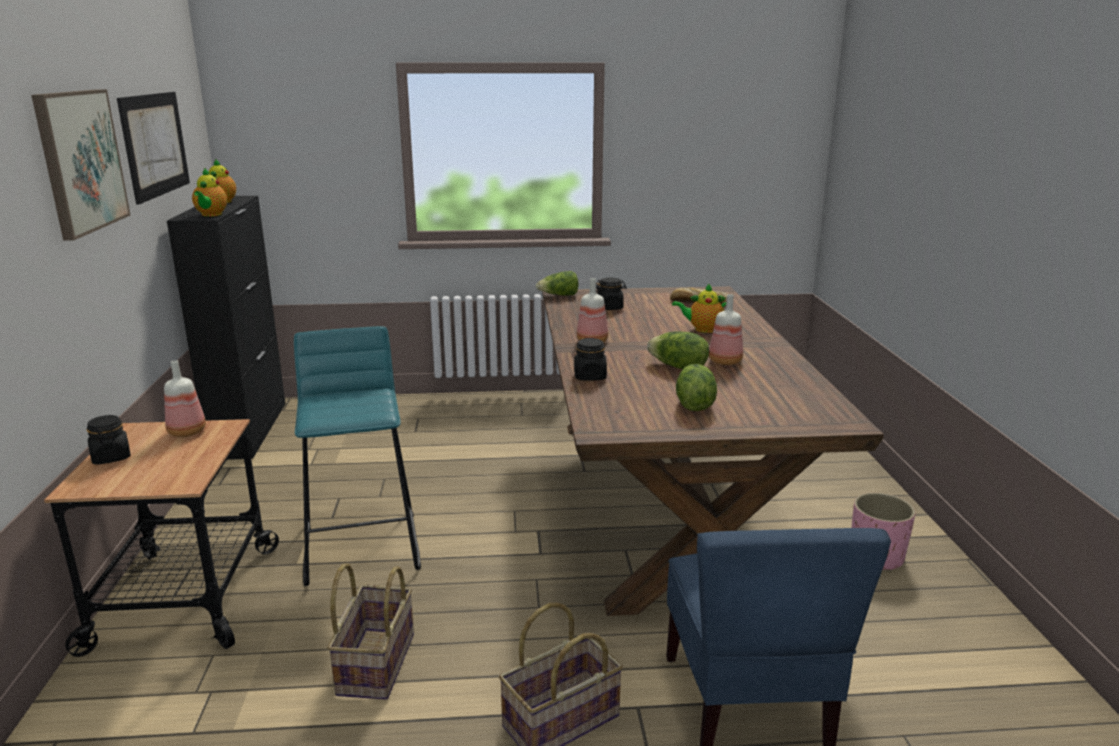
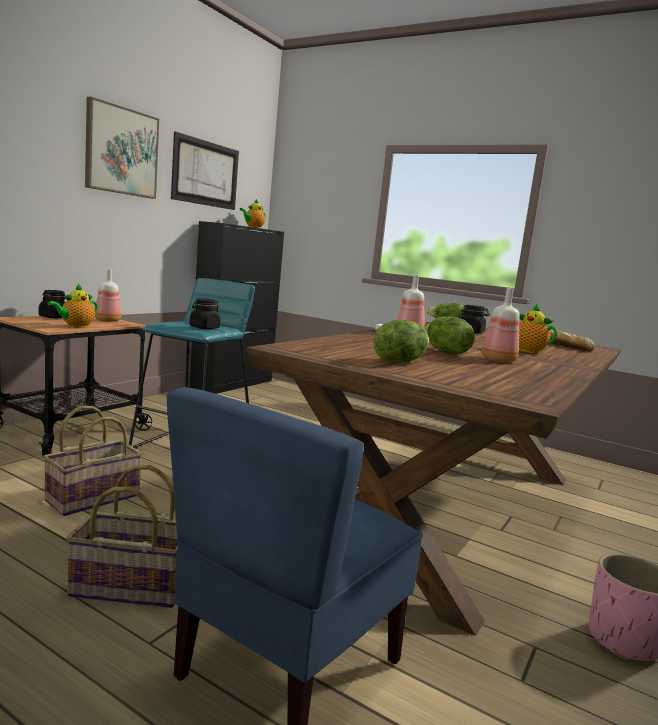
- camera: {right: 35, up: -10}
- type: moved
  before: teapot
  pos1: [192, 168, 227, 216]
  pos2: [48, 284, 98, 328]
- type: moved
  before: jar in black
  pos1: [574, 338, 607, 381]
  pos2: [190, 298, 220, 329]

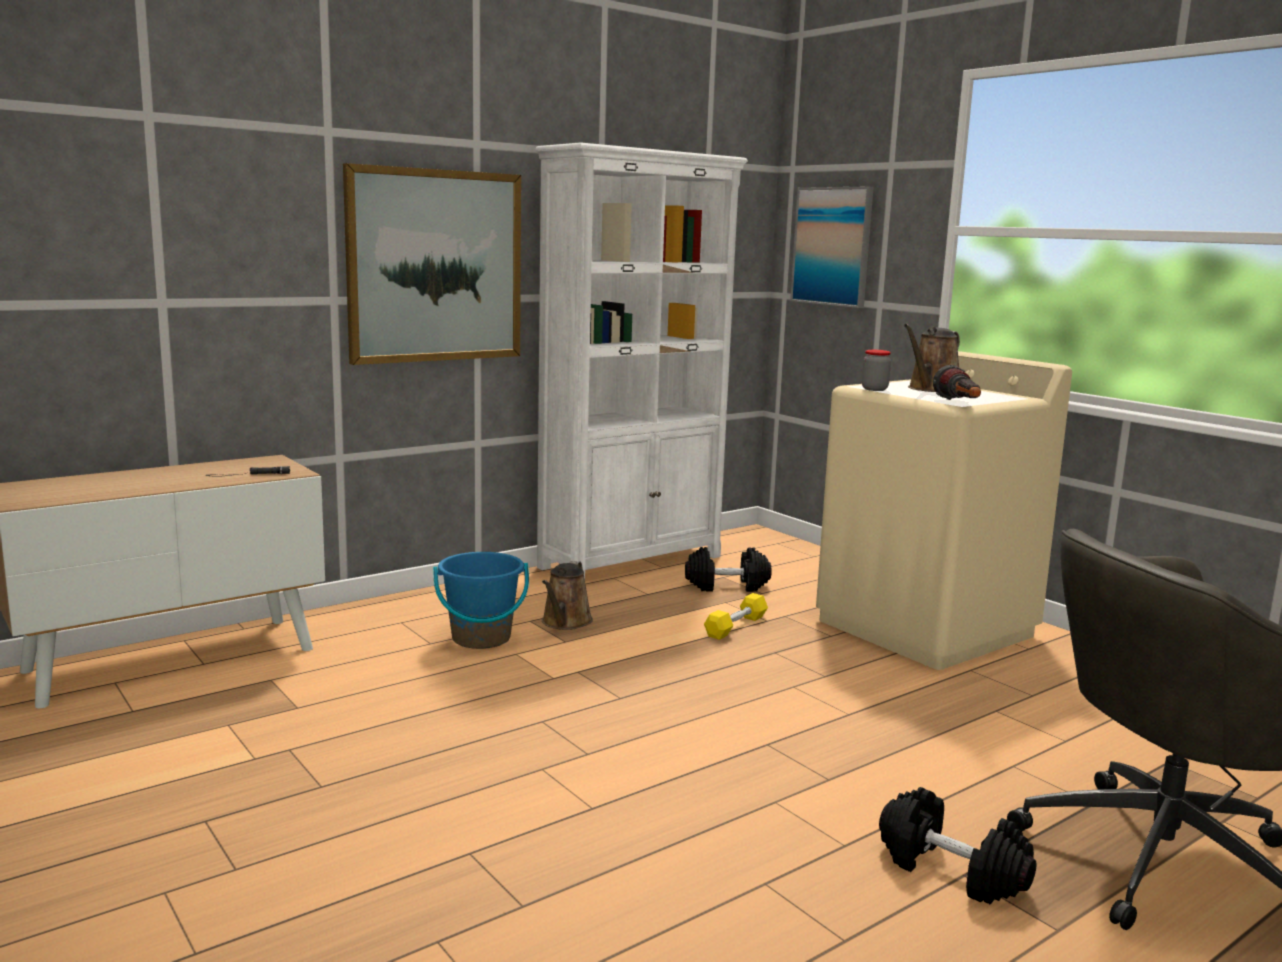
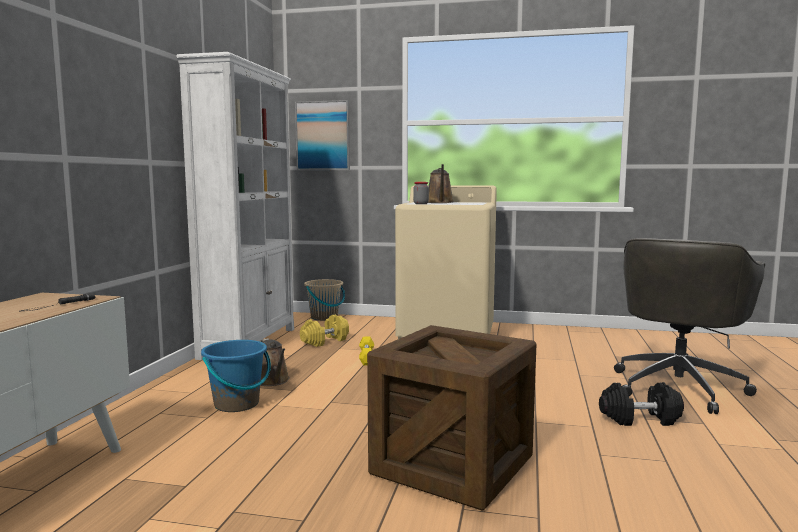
- camera: {right: -40, up: -5}
- type: removed
  before: picture
  pos1: [343, 163, 521, 365]
- type: recoloured
  before: dumbbell in black
  after: dumbbell in yellow
  pos1: [685, 547, 772, 592]
  pos2: [300, 314, 349, 347]
- type: removed
  before: flashlight
  pos1: [933, 365, 981, 400]
- type: added
  after: bucket in beige
  pos2: [304, 279, 345, 321]
- type: added
  after: crate
  pos2: [367, 325, 536, 511]

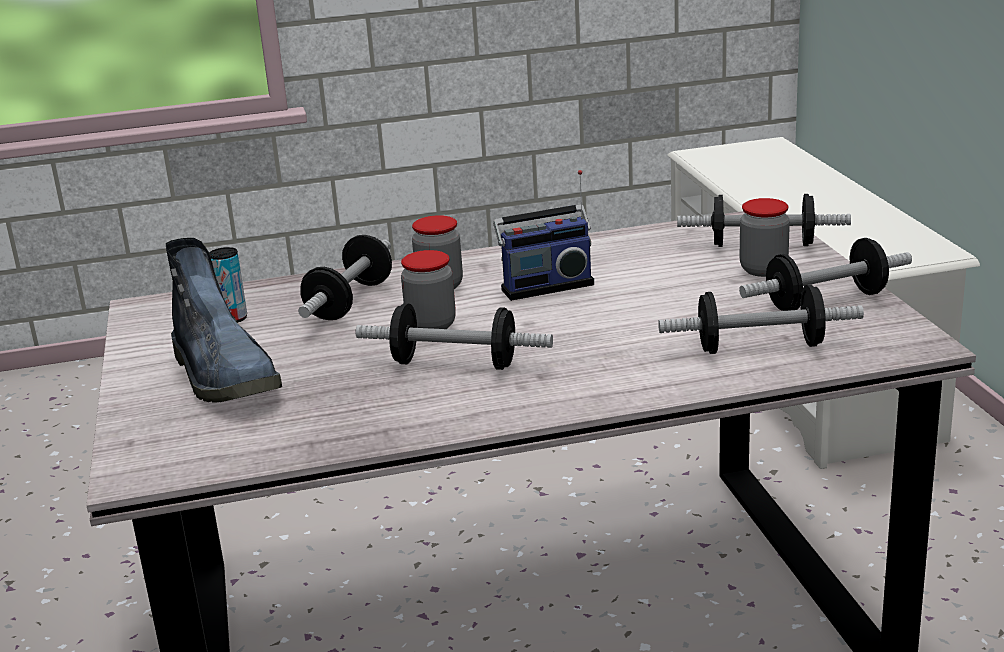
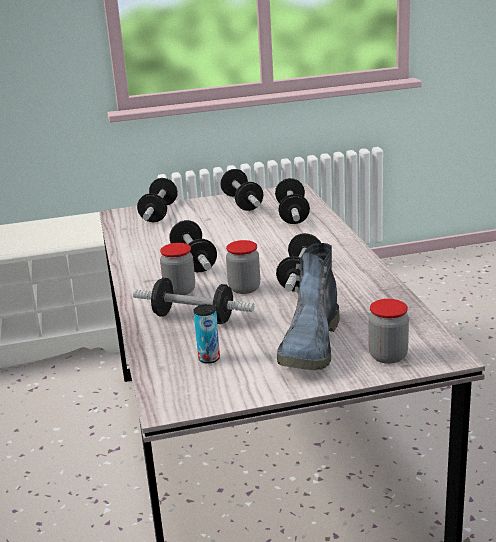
- camera: {right: -90, up: 0}
- type: turned
  before: boot
  pos1: [166, 238, 282, 403]
  pos2: [277, 243, 340, 370]
  turn: 135
- type: replaced
  before: radio
  after: dumbbell
  pos1: [493, 170, 594, 301]
  pos2: [169, 220, 217, 272]
- type: moved
  before: jar
  pos1: [740, 198, 790, 277]
  pos2: [368, 299, 409, 364]

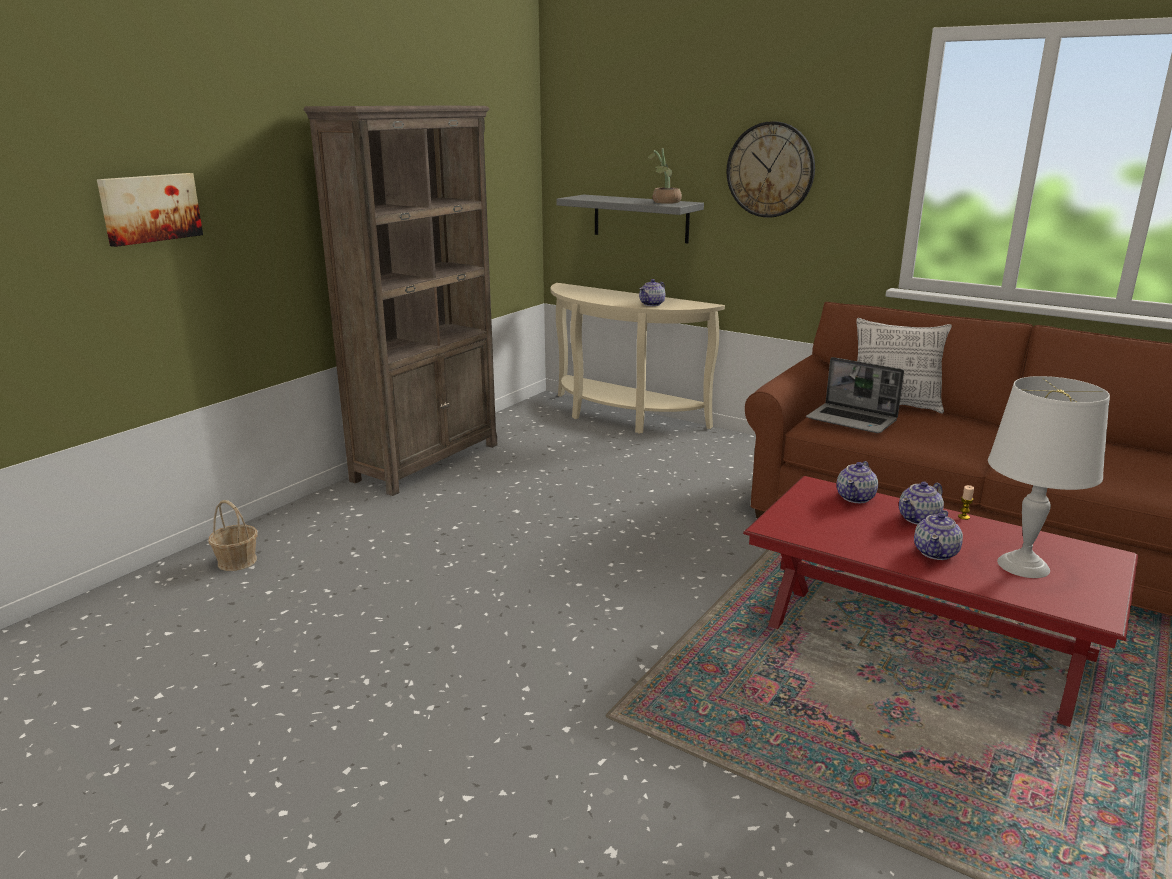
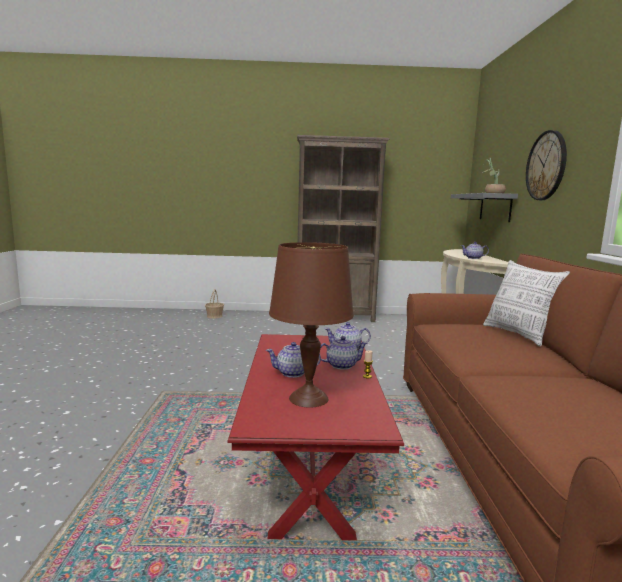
- camera: {right: 55, up: -10}
- type: removed
  before: picture
  pos1: [97, 173, 203, 247]
- type: removed
  before: laptop
  pos1: [806, 357, 904, 433]
- type: turned
  before: teapot
  pos1: [899, 482, 944, 525]
  pos2: [320, 336, 367, 370]
  turn: 150
- type: recoloured
  before: table lamp in white
  after: table lamp in brown
  pos1: [988, 376, 1110, 578]
  pos2: [269, 242, 354, 408]

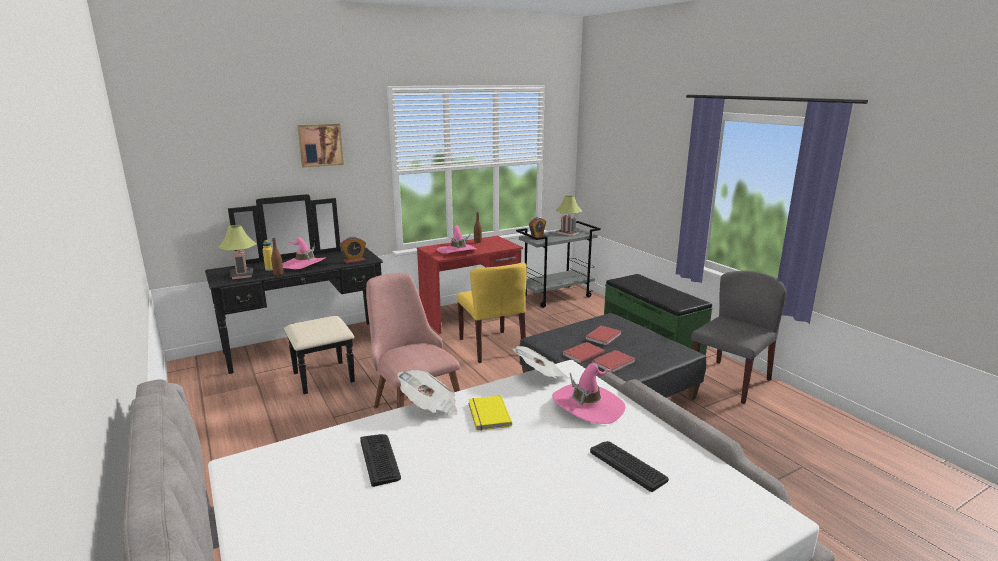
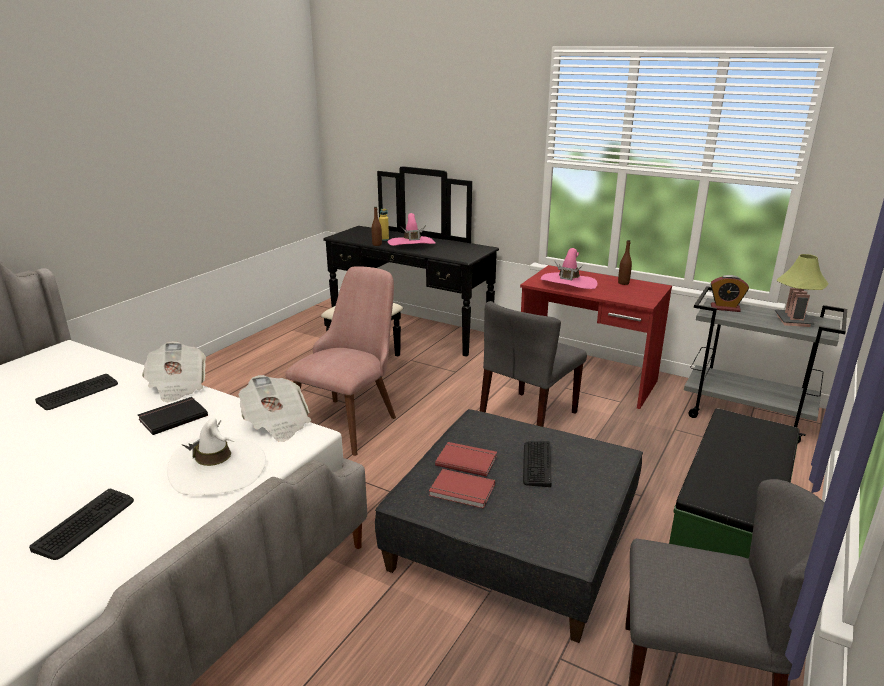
- camera: {right: 60, up: 5}
- type: removed
  before: table lamp
  pos1: [218, 225, 257, 279]
- type: removed
  before: picture
  pos1: [297, 123, 344, 168]
- type: removed
  before: alarm clock
  pos1: [340, 237, 366, 264]
- type: recoloured
  before: chair in yellow
  after: chair in grey
  pos1: [457, 262, 527, 363]
  pos2: [480, 301, 587, 427]
- type: recoloured
  before: book in yellow
  after: book in black
  pos1: [468, 395, 512, 431]
  pos2: [138, 397, 208, 435]
- type: recoloured
  before: hat in pink
  after: hat in white
  pos1: [552, 363, 625, 424]
  pos2: [167, 418, 266, 495]
- type: replaced
  before: book in red
  after: keyboard
  pos1: [585, 326, 622, 346]
  pos2: [523, 441, 552, 487]

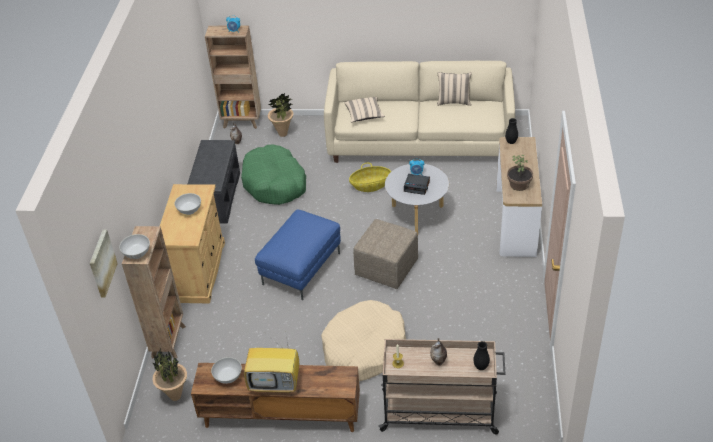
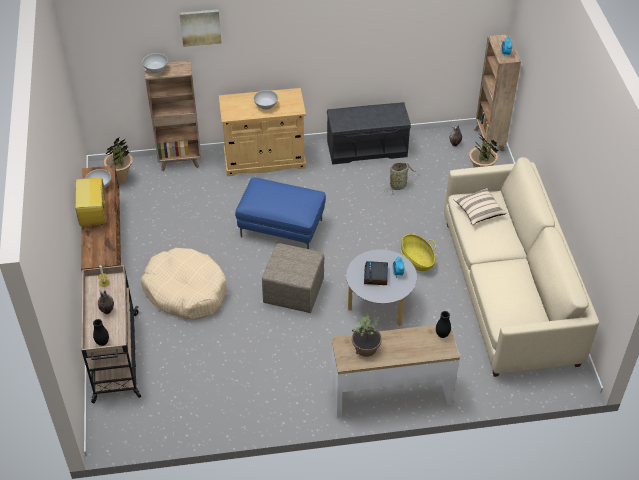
- camera: {right: 75, up: 5}
- type: moved
  before: picture
  pos1: [89, 230, 118, 298]
  pos2: [179, 9, 221, 47]
- type: replaced
  before: dog bed in green
  after: basket
  pos1: [241, 144, 306, 205]
  pos2: [384, 162, 418, 195]
- type: removed
  before: pillow in beige
  pos1: [437, 72, 472, 106]

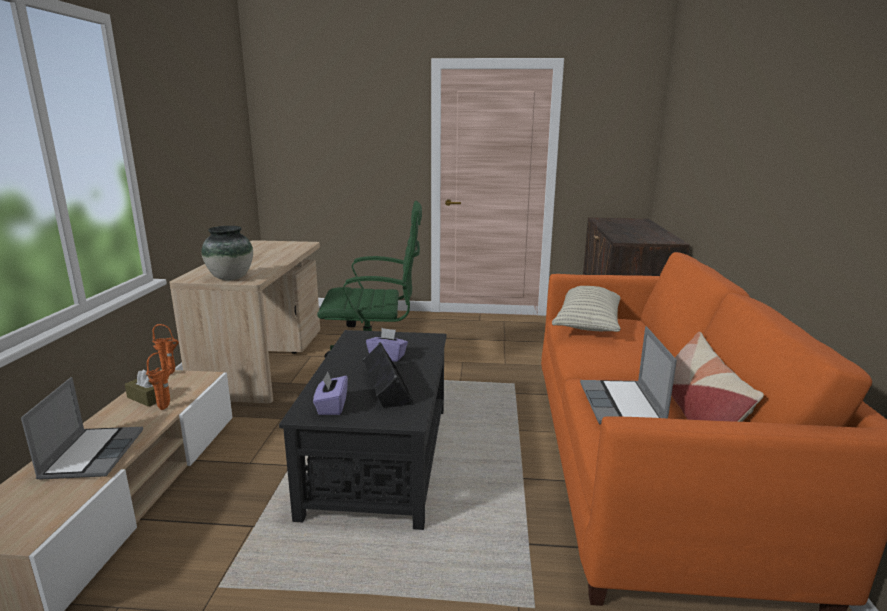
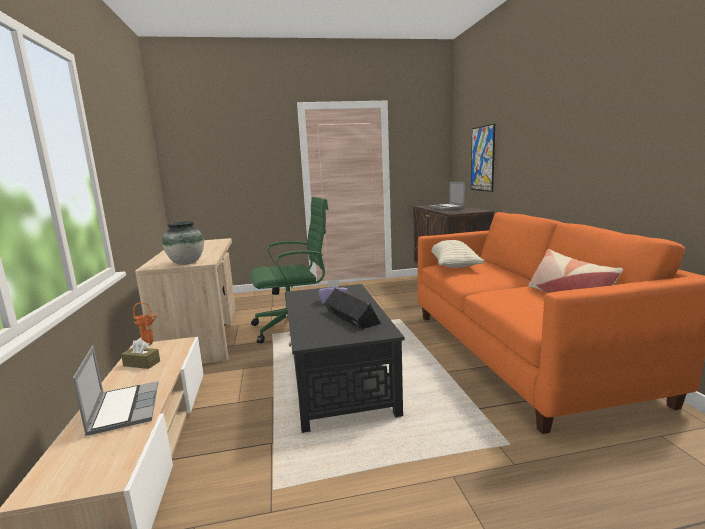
- camera: {right: -15, up: -5}
- type: removed
  before: vase in orange
  pos1: [146, 352, 173, 410]
- type: removed
  before: tissue box in purple
  pos1: [313, 371, 348, 415]
- type: moved
  before: laptop
  pos1: [580, 326, 677, 424]
  pos2: [429, 182, 465, 210]
- type: added
  after: picture
  pos2: [471, 124, 495, 192]

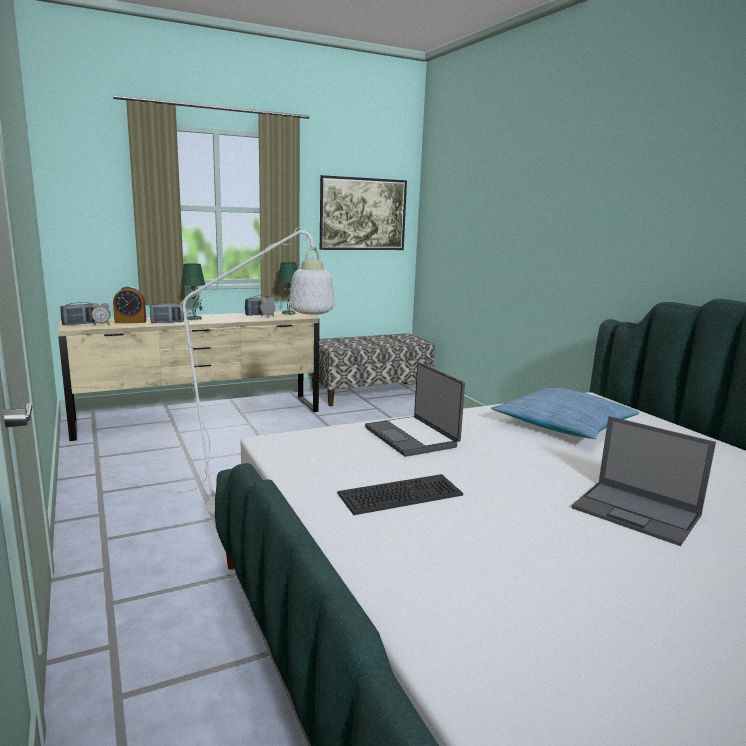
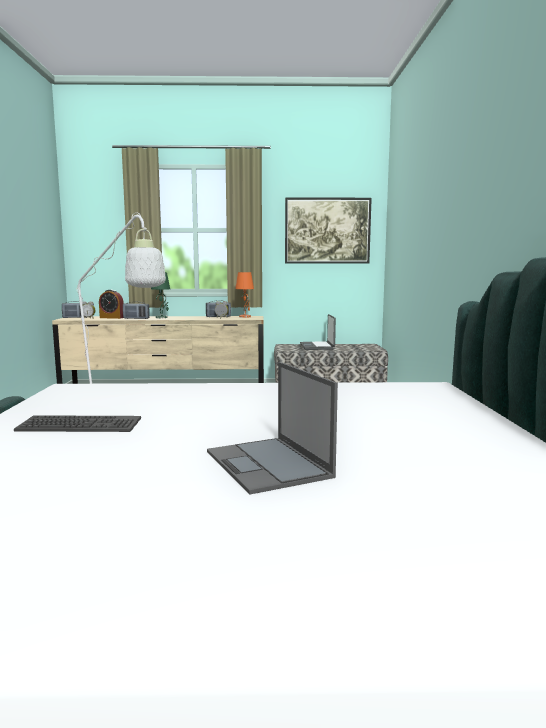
- camera: {right: 25, up: -5}
- type: recoloured
  before: table lamp in green
  after: table lamp in orange
  pos1: [278, 262, 297, 315]
  pos2: [235, 272, 254, 318]
- type: moved
  before: laptop
  pos1: [365, 362, 465, 457]
  pos2: [300, 314, 336, 350]
- type: removed
  before: pillow
  pos1: [491, 387, 639, 439]

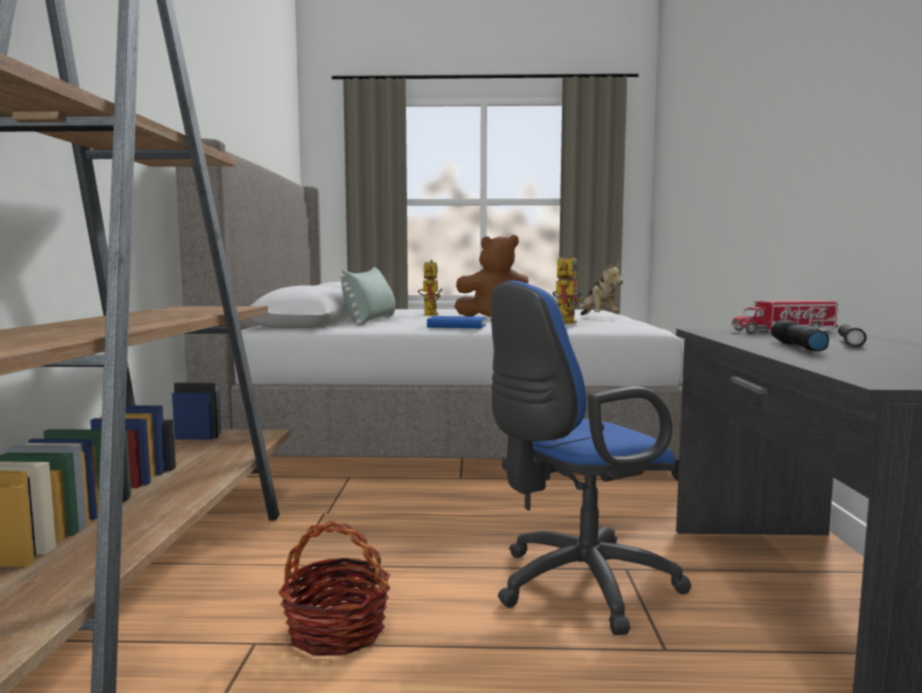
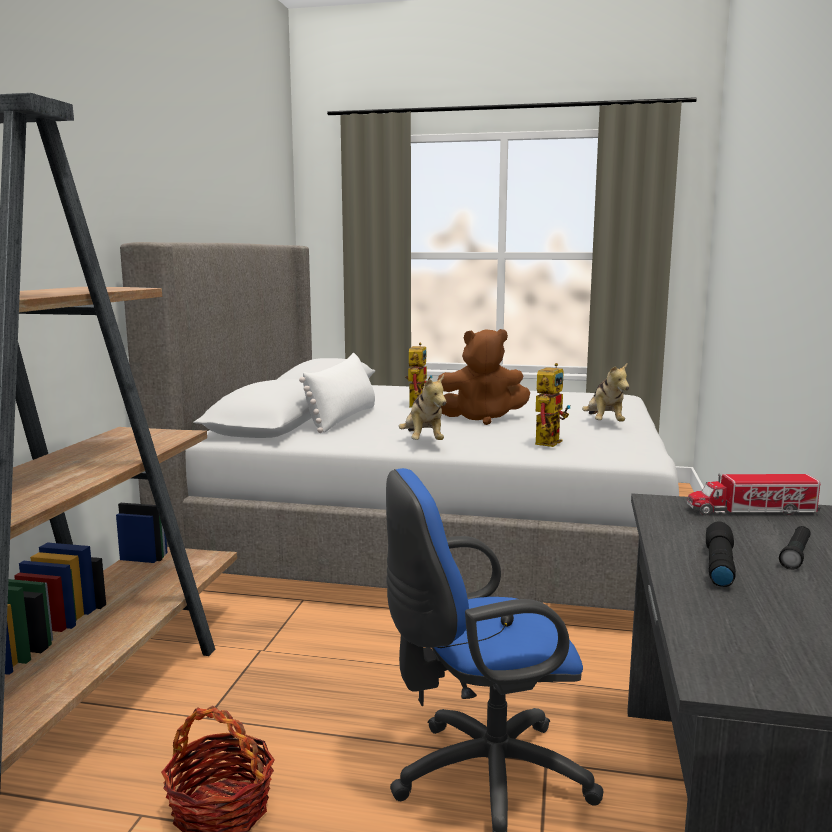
- camera: {right: 10, up: 5}
- type: recoloured
  before: pillow in green
  after: pillow in white
  pos1: [339, 267, 396, 325]
  pos2: [299, 353, 375, 433]
- type: replaced
  before: book in blue
  after: plush toy
  pos1: [427, 316, 486, 328]
  pos2: [399, 375, 446, 440]

